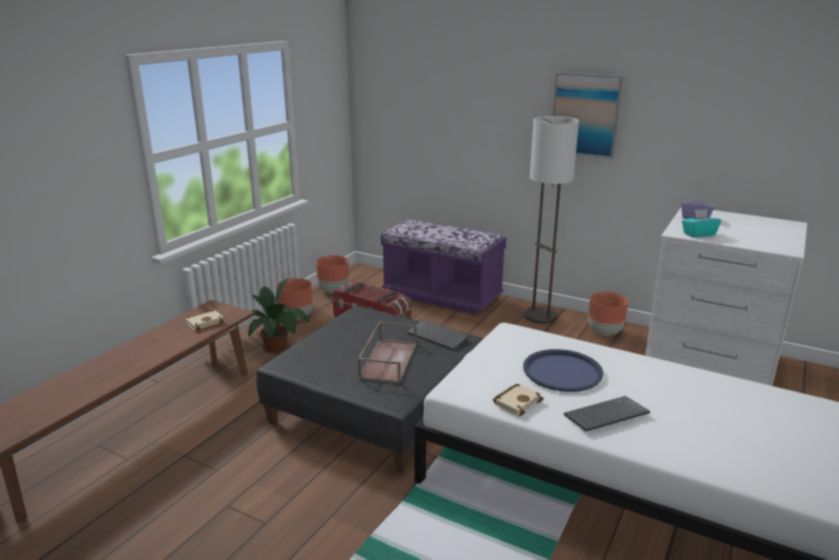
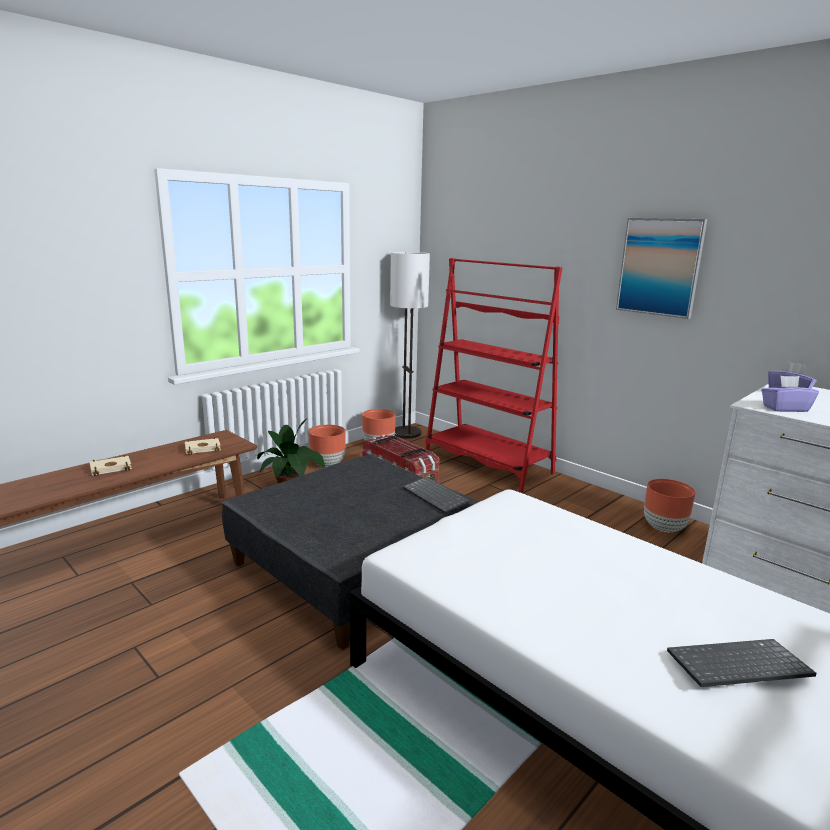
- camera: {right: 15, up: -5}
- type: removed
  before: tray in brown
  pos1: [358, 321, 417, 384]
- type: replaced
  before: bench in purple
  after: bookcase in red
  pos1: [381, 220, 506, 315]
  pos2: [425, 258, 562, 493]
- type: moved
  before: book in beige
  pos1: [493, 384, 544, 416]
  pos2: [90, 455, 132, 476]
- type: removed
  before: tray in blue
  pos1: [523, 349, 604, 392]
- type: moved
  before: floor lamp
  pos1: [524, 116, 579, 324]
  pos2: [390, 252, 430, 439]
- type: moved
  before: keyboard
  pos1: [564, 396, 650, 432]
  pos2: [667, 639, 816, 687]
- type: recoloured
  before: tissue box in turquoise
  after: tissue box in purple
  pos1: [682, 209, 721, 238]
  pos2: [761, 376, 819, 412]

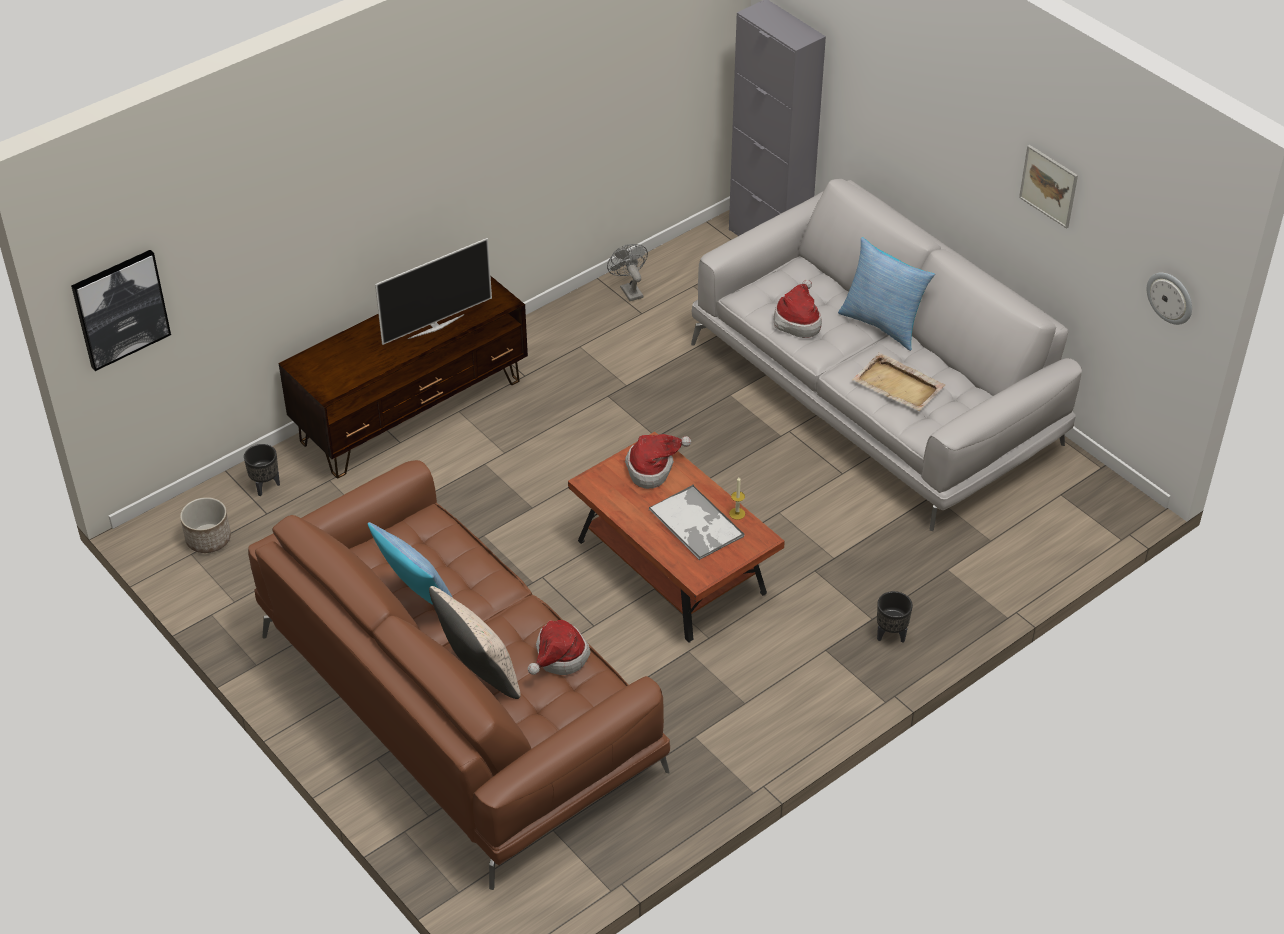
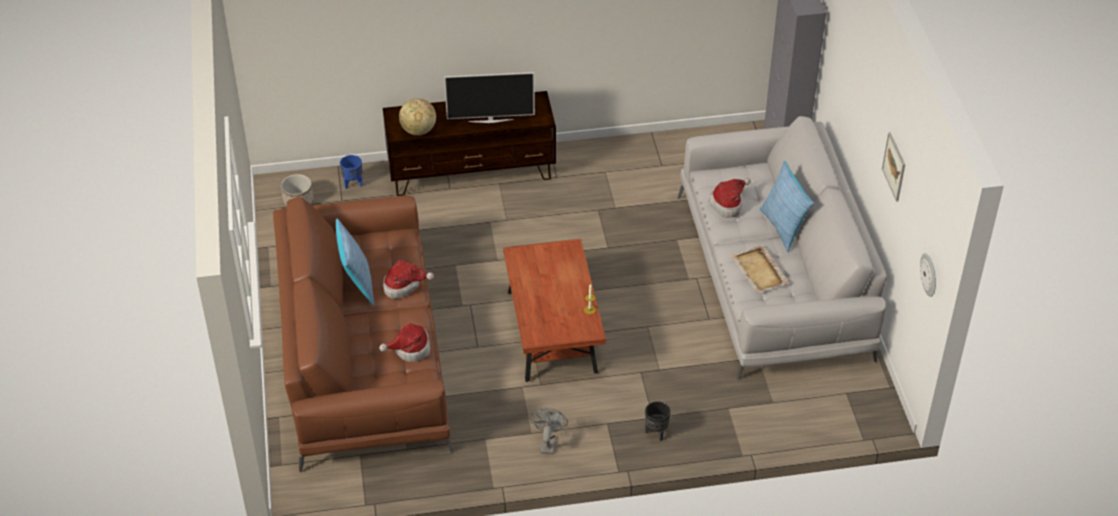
- camera: {right: 30, up: 0}
- type: removed
  before: picture
  pos1: [71, 250, 171, 371]
- type: recoloured
  before: planter in black
  after: planter in blue
  pos1: [244, 444, 280, 496]
  pos2: [340, 155, 363, 189]
- type: removed
  before: pillow in beige
  pos1: [429, 586, 521, 699]
- type: moved
  before: fan in grey
  pos1: [607, 244, 648, 301]
  pos2: [530, 408, 568, 455]
- type: moved
  before: hat
  pos1: [625, 434, 691, 489]
  pos2: [383, 260, 434, 299]
- type: removed
  before: tray
  pos1: [649, 484, 744, 560]
- type: added
  after: globe
  pos2: [399, 98, 436, 135]

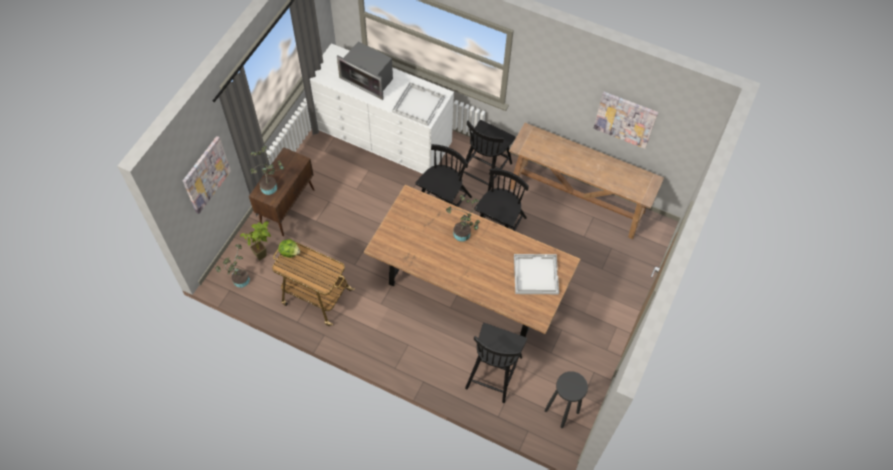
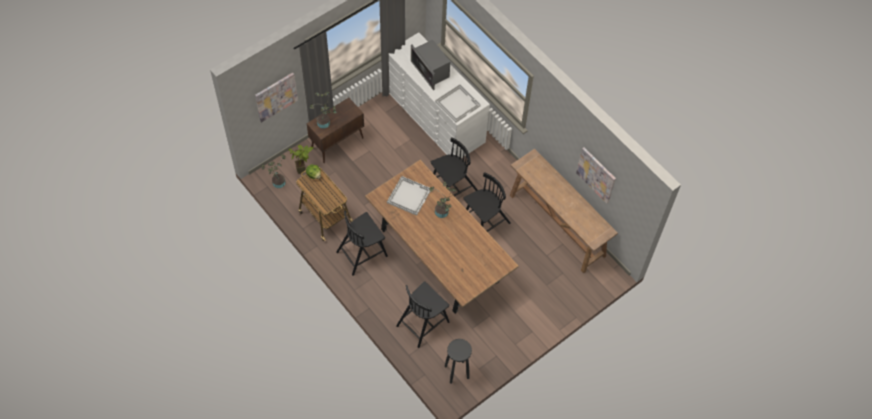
- camera: {right: 25, up: 0}
- type: moved
  before: chair in black
  pos1: [460, 120, 515, 191]
  pos2: [336, 211, 388, 276]
- type: moved
  before: tray in white
  pos1: [514, 254, 559, 294]
  pos2: [387, 176, 430, 216]

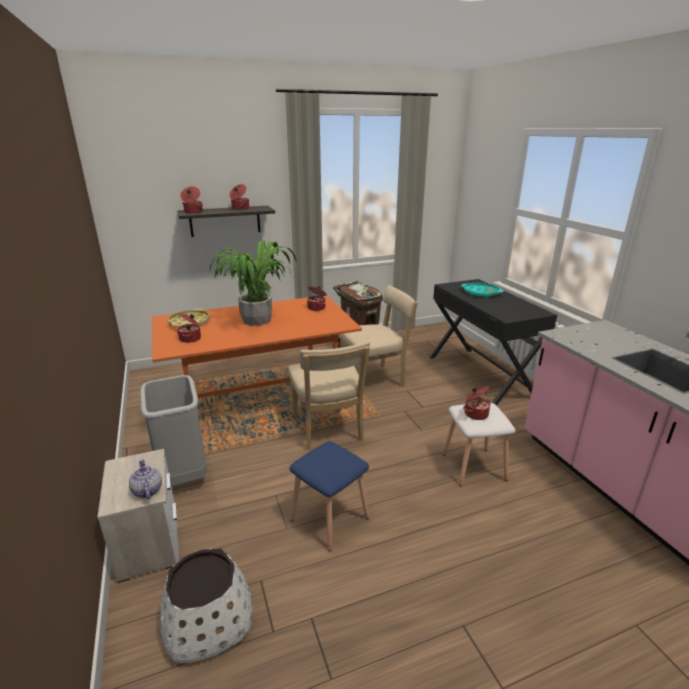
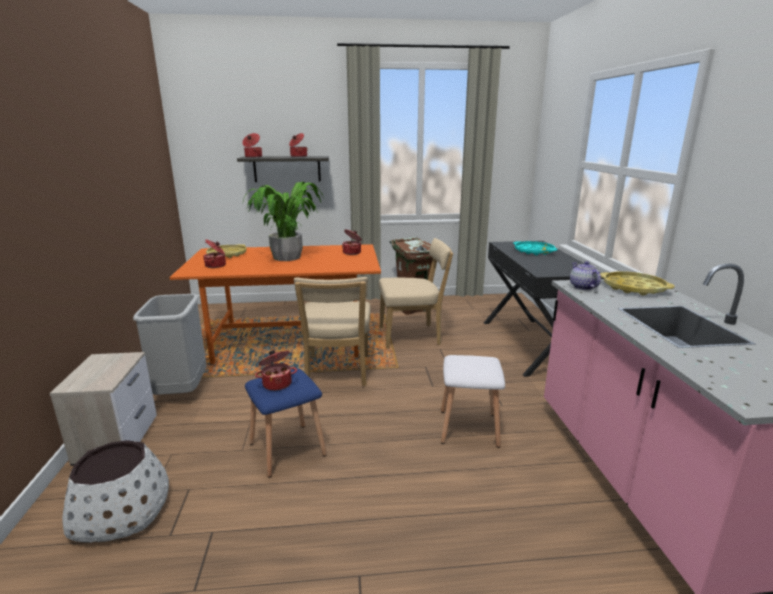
- camera: {right: 15, up: -5}
- type: moved
  before: teapot
  pos1: [129, 459, 162, 499]
  pos2: [570, 261, 601, 290]
- type: moved
  before: cooking pot
  pos1: [463, 386, 491, 420]
  pos2: [255, 350, 297, 391]
- type: added
  after: tray in yellow
  pos2: [600, 271, 675, 296]

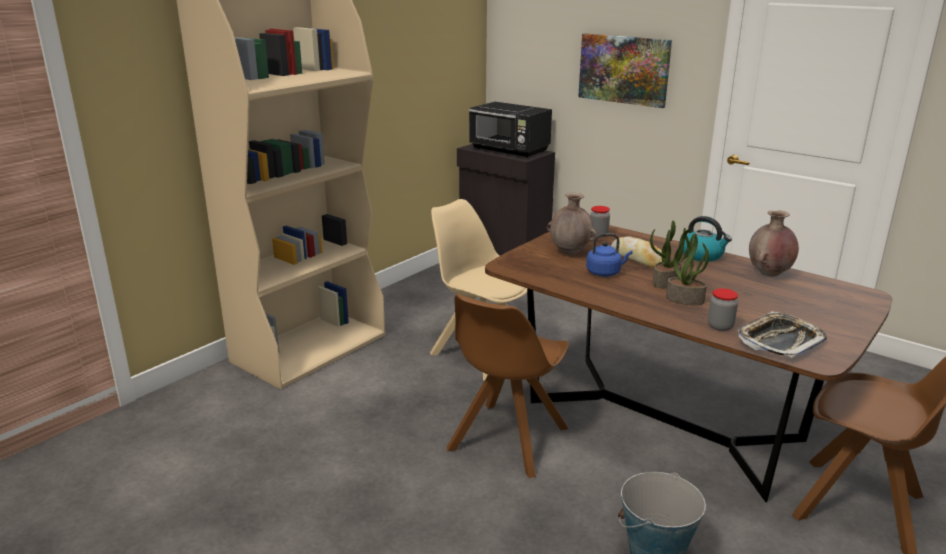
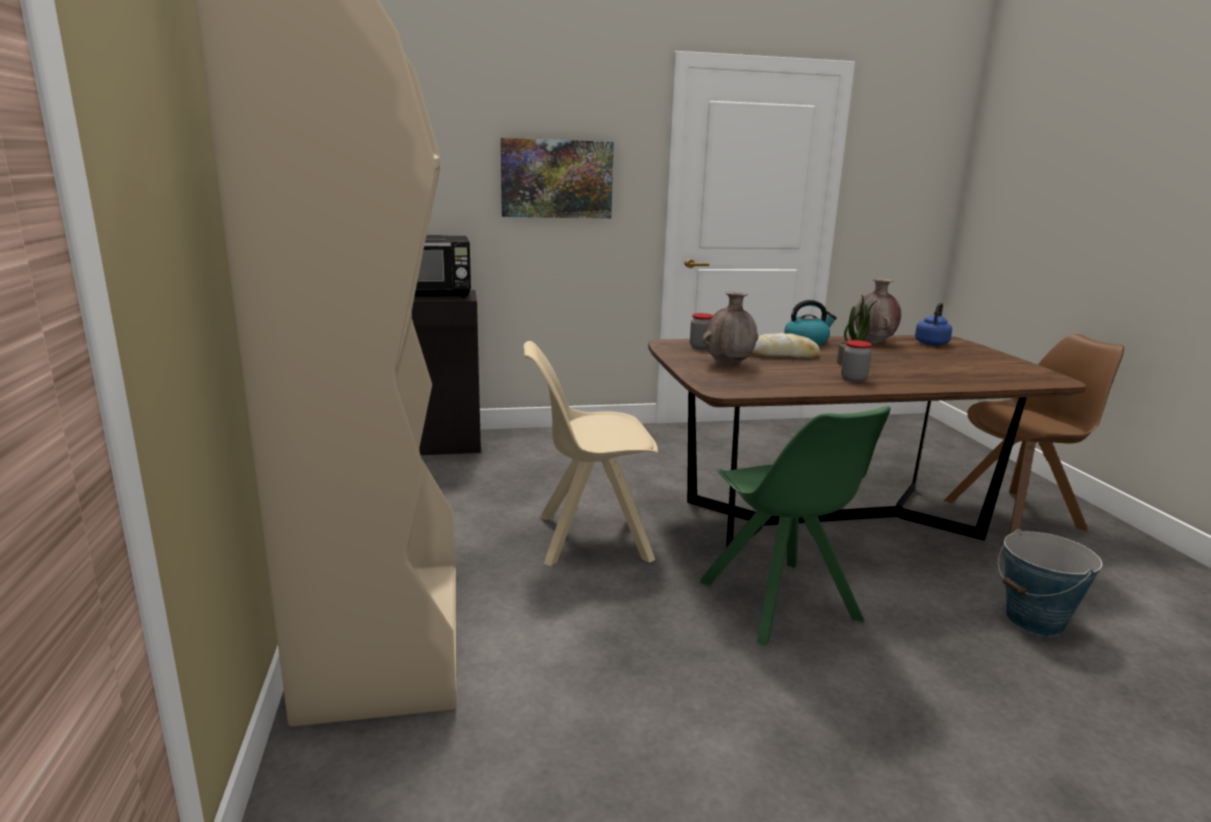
- camera: {right: -50, up: -5}
- type: recoloured
  before: chair in brown
  after: chair in green
  pos1: [447, 294, 569, 478]
  pos2: [700, 406, 891, 646]
- type: moved
  before: kettle in blue
  pos1: [586, 233, 633, 276]
  pos2: [915, 302, 952, 345]
- type: removed
  before: potted plant
  pos1: [666, 234, 709, 305]
- type: moved
  before: jar
  pos1: [708, 288, 738, 331]
  pos2: [841, 340, 872, 382]
- type: removed
  before: tray
  pos1: [738, 311, 827, 358]

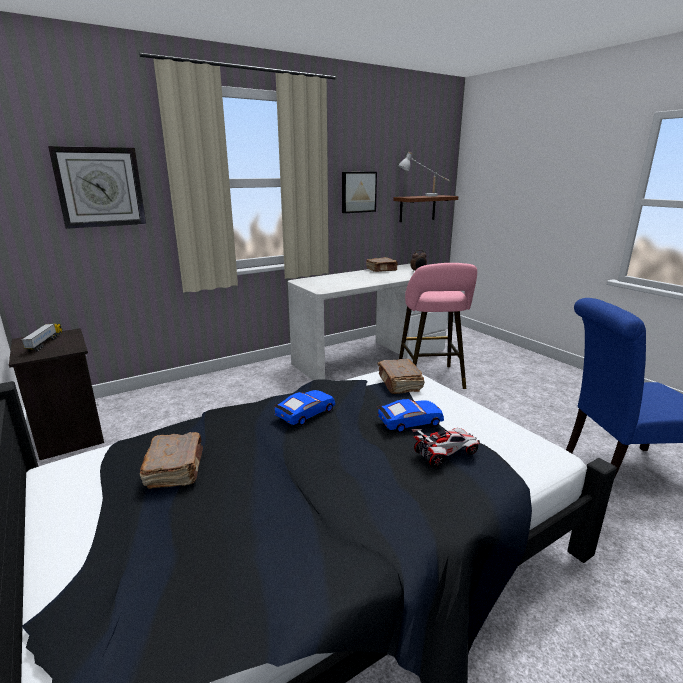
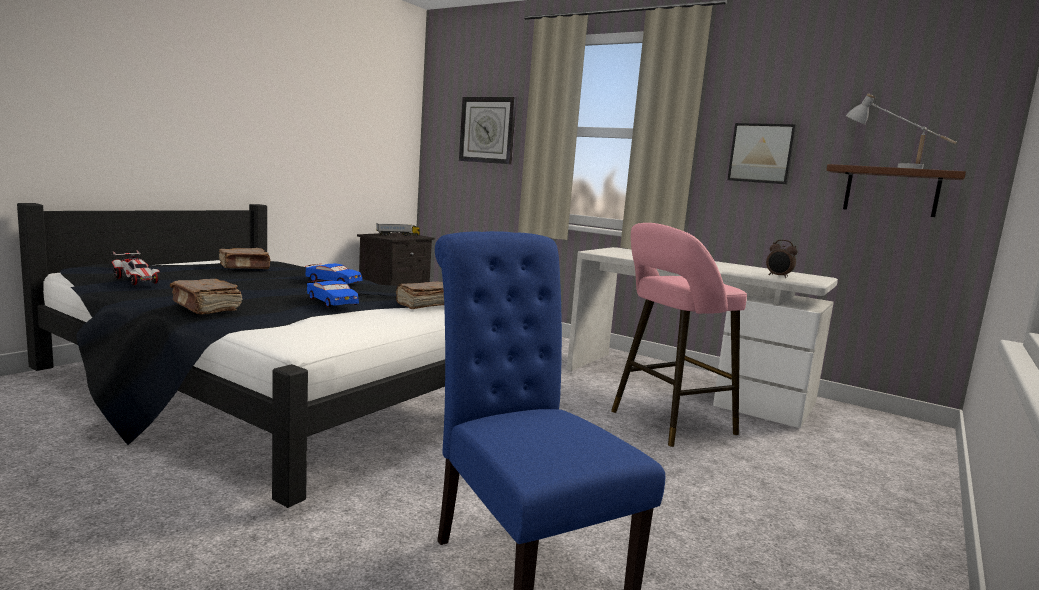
- camera: {right: 65, up: -10}
- type: moved
  before: book in brown
  pos1: [366, 257, 398, 272]
  pos2: [170, 279, 242, 315]
- type: moved
  before: toy car
  pos1: [412, 428, 480, 468]
  pos2: [111, 250, 160, 285]

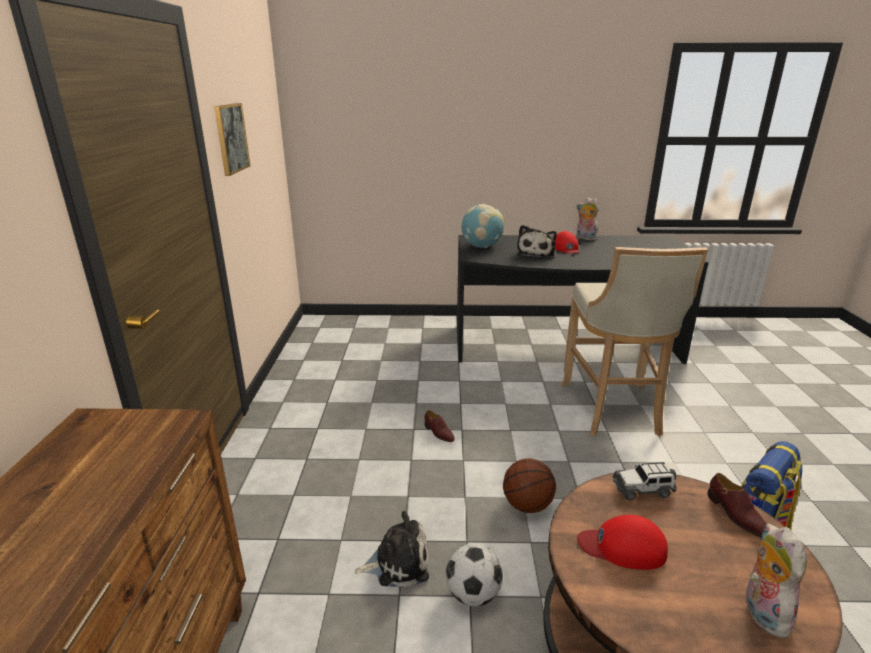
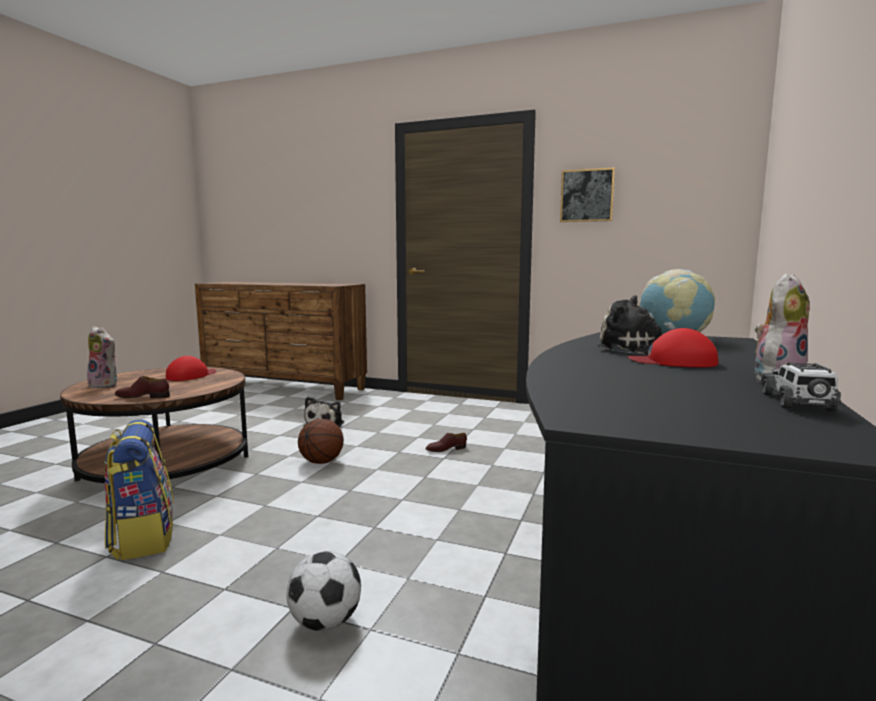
- camera: {right: 110, up: -15}
- type: moved
  before: football
  pos1: [446, 544, 503, 606]
  pos2: [286, 551, 361, 631]
- type: removed
  before: stool in beige
  pos1: [561, 247, 708, 436]
- type: moved
  before: toy car
  pos1: [612, 462, 677, 501]
  pos2: [760, 362, 841, 411]

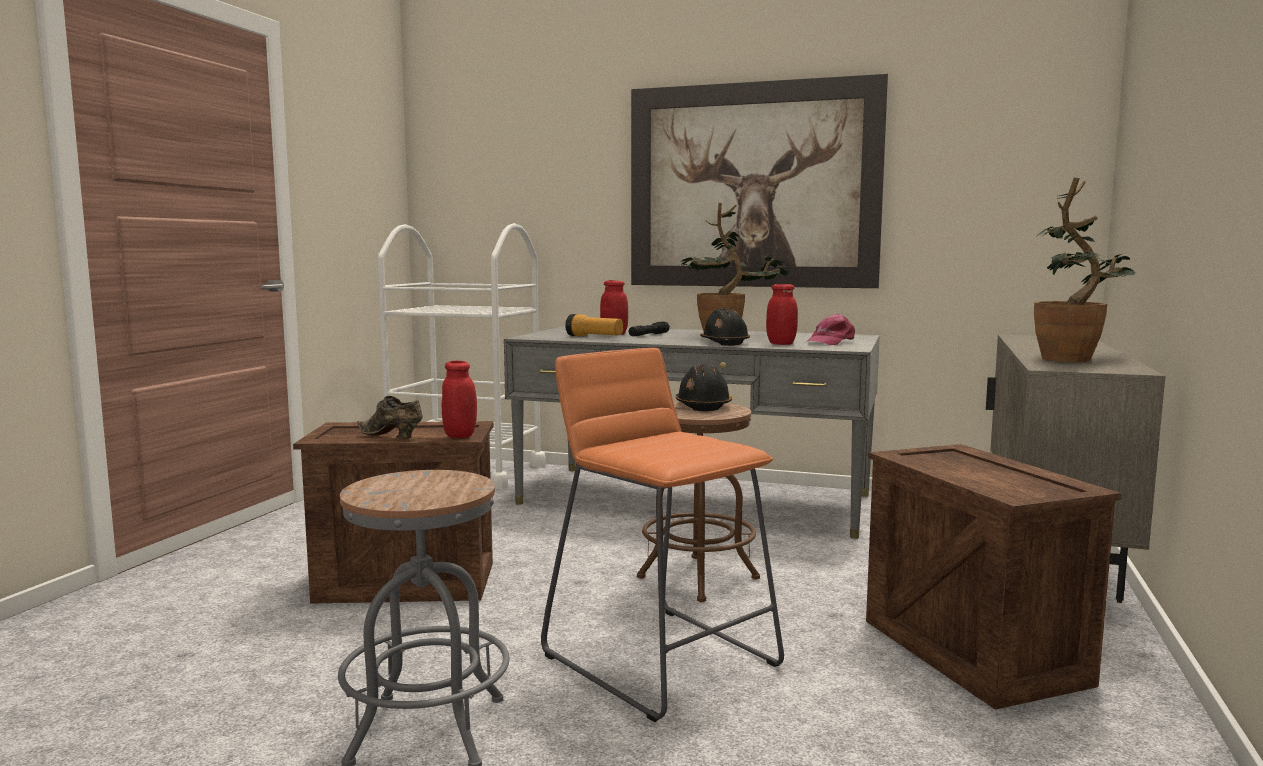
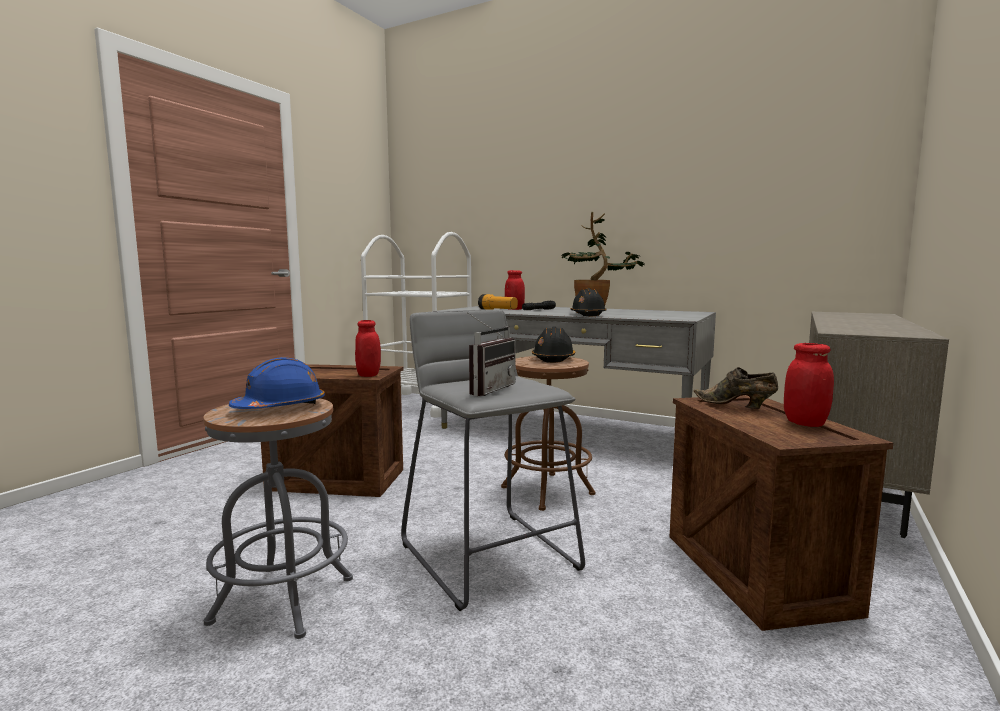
- camera: {right: 10, up: 0}
- type: moved
  before: shoe in brown
  pos1: [357, 396, 423, 439]
  pos2: [694, 367, 778, 409]
- type: recoloured
  before: stool in orange
  after: stool in grey
  pos1: [541, 348, 784, 722]
  pos2: [401, 309, 585, 611]
- type: removed
  before: picture
  pos1: [631, 74, 888, 288]
- type: moved
  before: jar in red
  pos1: [766, 284, 798, 345]
  pos2: [784, 343, 834, 427]
- type: removed
  before: cap in pink
  pos1: [806, 314, 855, 345]
- type: removed
  before: potted plant
  pos1: [1034, 177, 1137, 362]
- type: added
  after: hard hat in blue
  pos2: [229, 357, 325, 409]
- type: added
  after: radio
  pos2: [467, 312, 516, 396]

